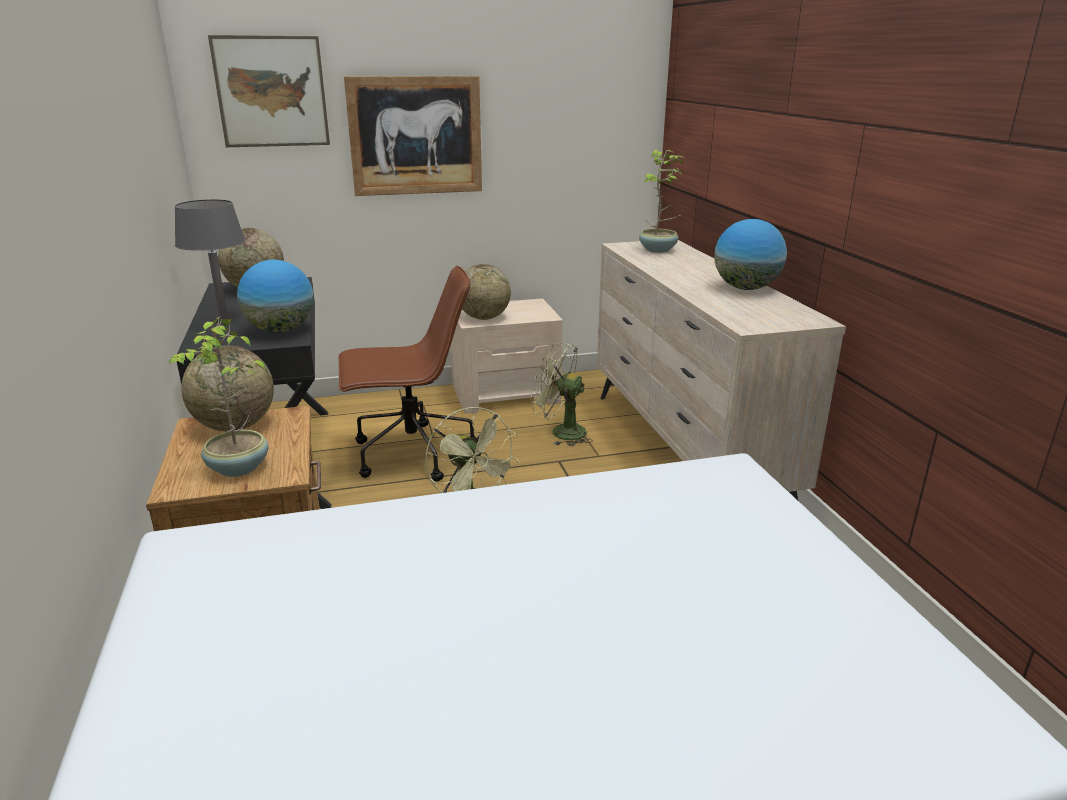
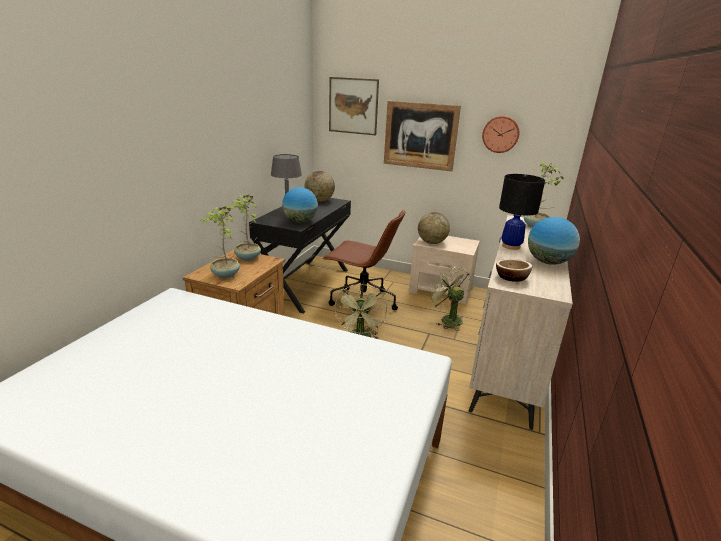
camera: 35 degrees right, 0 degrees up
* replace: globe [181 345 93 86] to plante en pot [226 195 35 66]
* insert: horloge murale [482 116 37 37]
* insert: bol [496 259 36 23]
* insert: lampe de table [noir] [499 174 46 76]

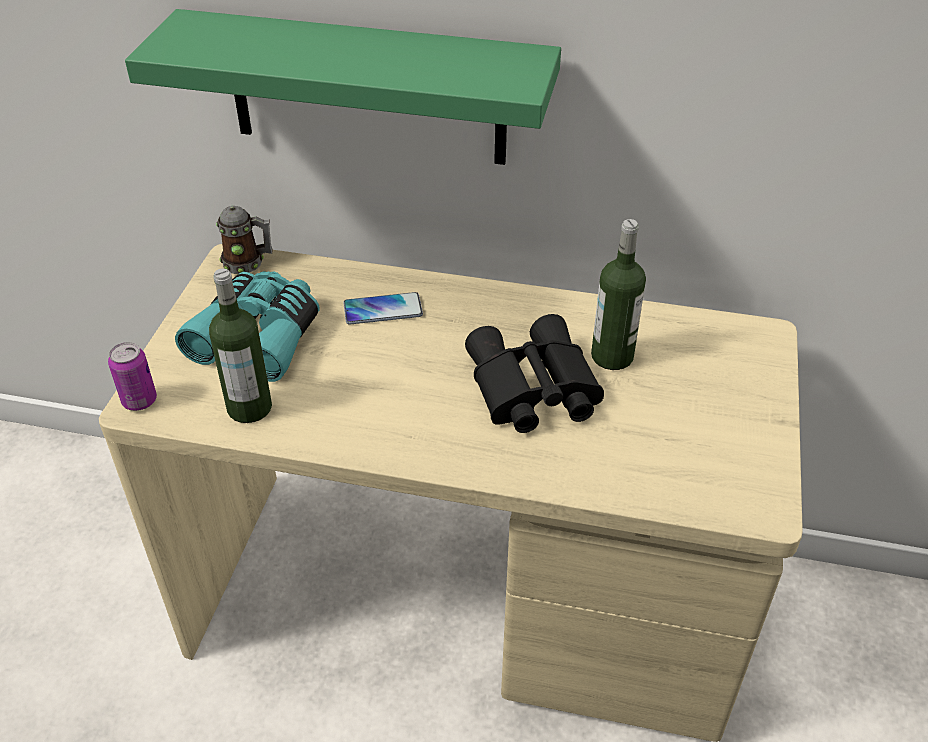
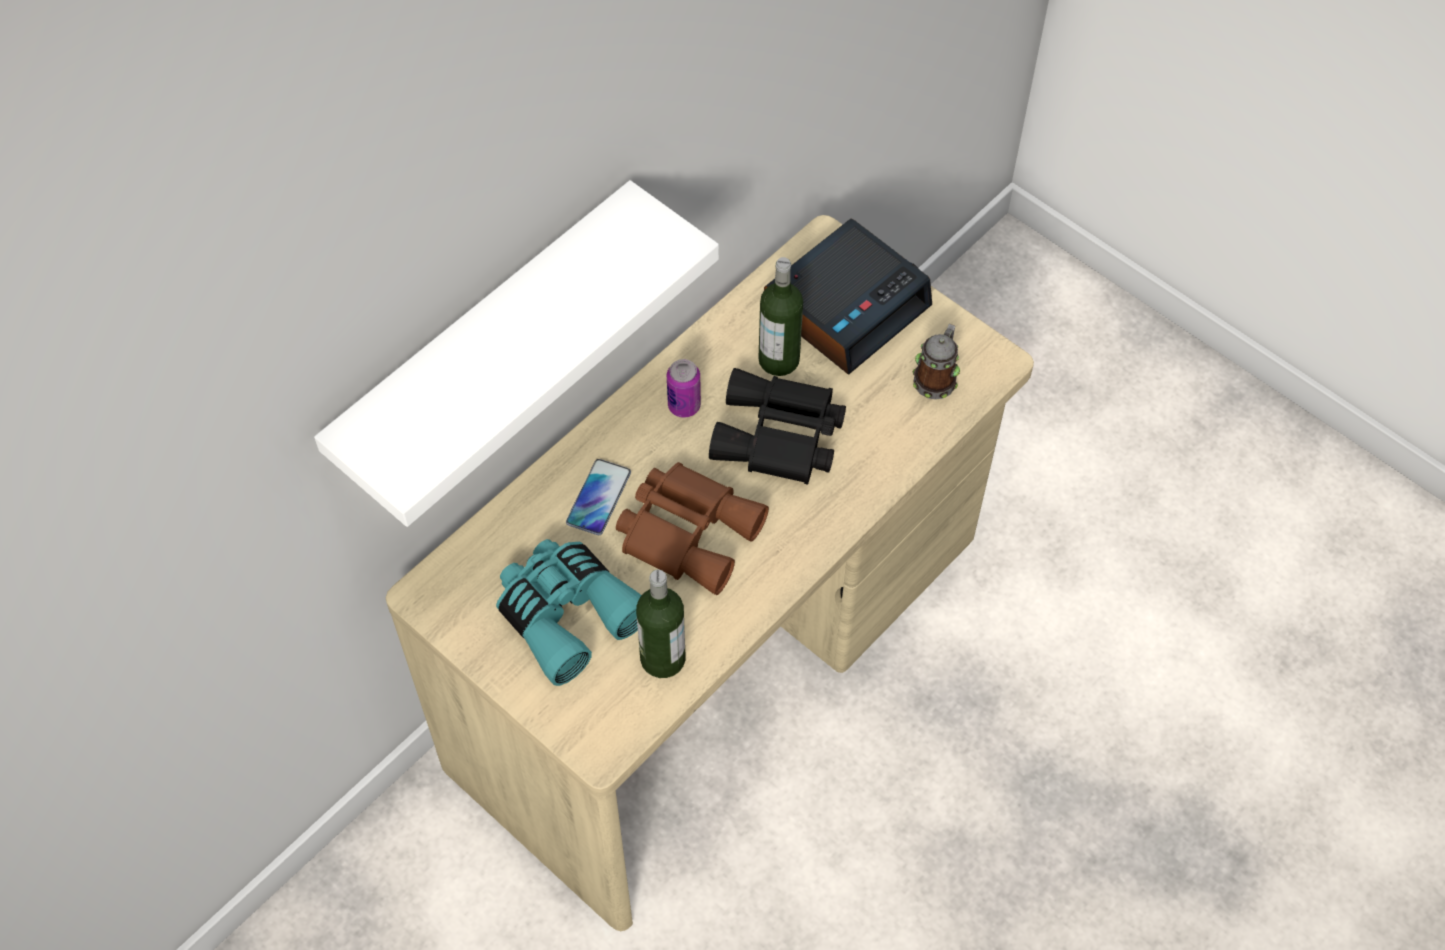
camera: 60 degrees left, 15 degrees up
* recolor: étagère [vert] [125 9 436 156] to étagère [blanc] [314 180 405 347]
* insert: jumelles [marron] [616 462 153 133]
* move: boîte métallique [108 342 49 69] to [667 359 34 59]
* insert: réveil [764 219 168 156]
* move: mug [216 206 56 68] to [913 324 47 76]

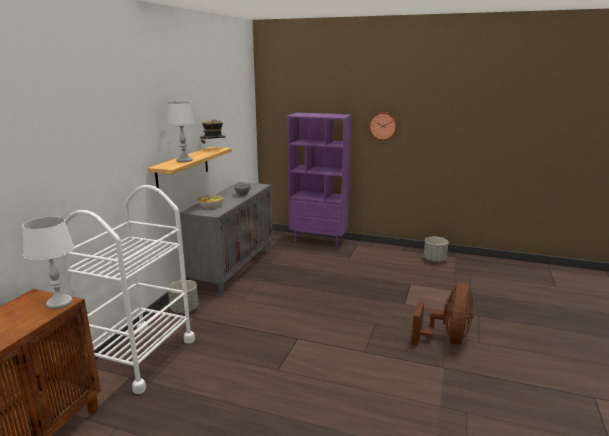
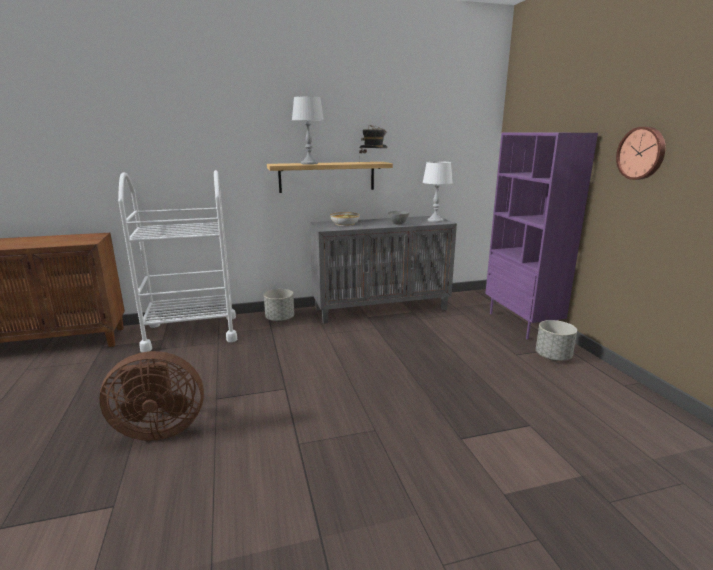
camera: 55 degrees right, 0 degrees up
* move: ventilateur [marron] [411 281 63 65] to [99 351 105 90]
* move: lampe de table [blanc] [22 217 53 92] to [423 161 30 62]
* move: cache-pot [gris] [424 237 24 25] to [536 320 41 41]

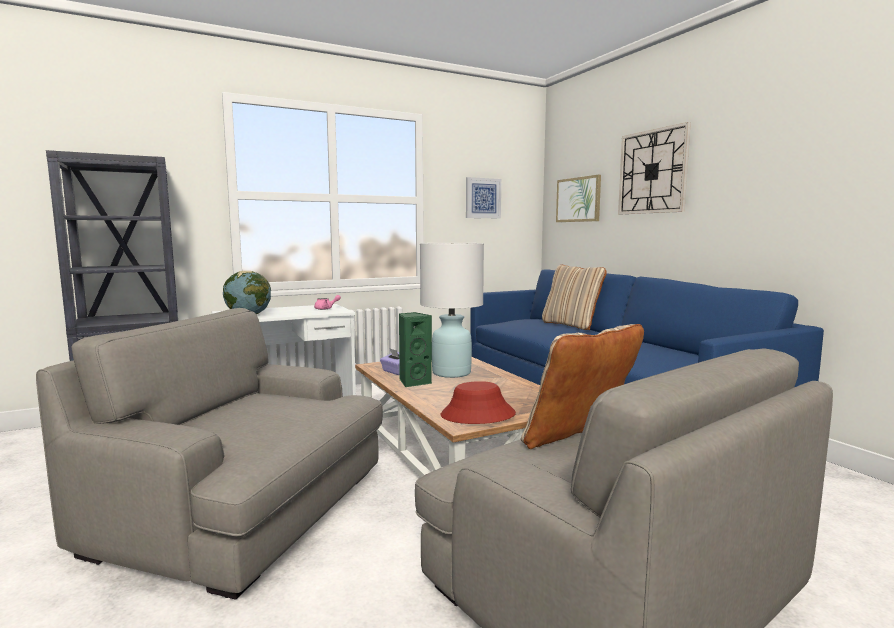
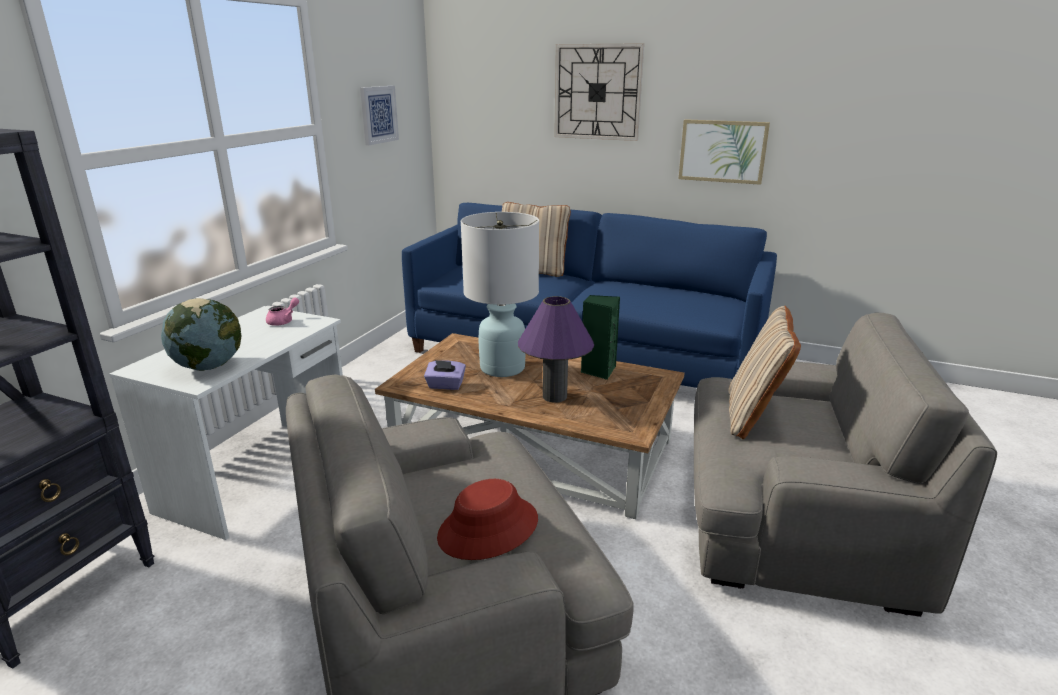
camera: 40 degrees left, 15 degrees up
* move: chapeau [rouge] [441 381 75 43] to [437 479 101 81]
* insert: lampe de table [violet] [518 296 76 107]
* move: enceinte [vert] [399 312 33 75] to [581 295 39 85]
* move: tableau [556 175 45 47] to [678 119 92 66]

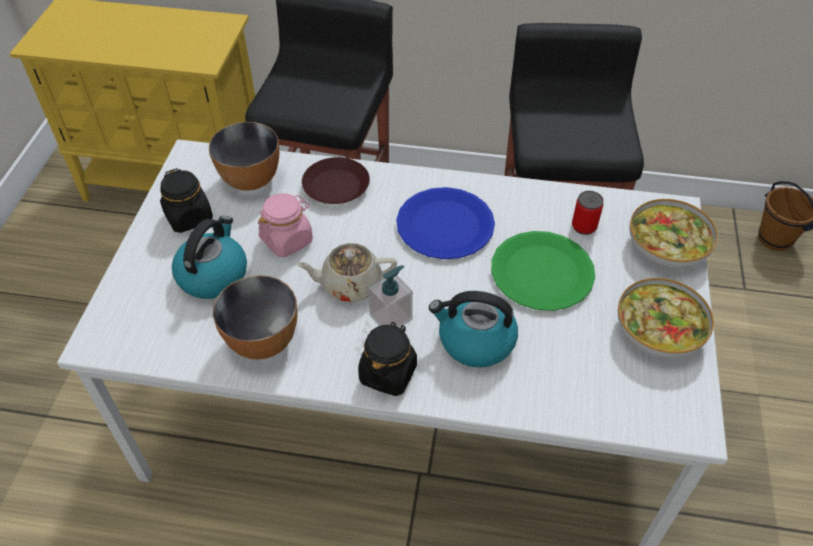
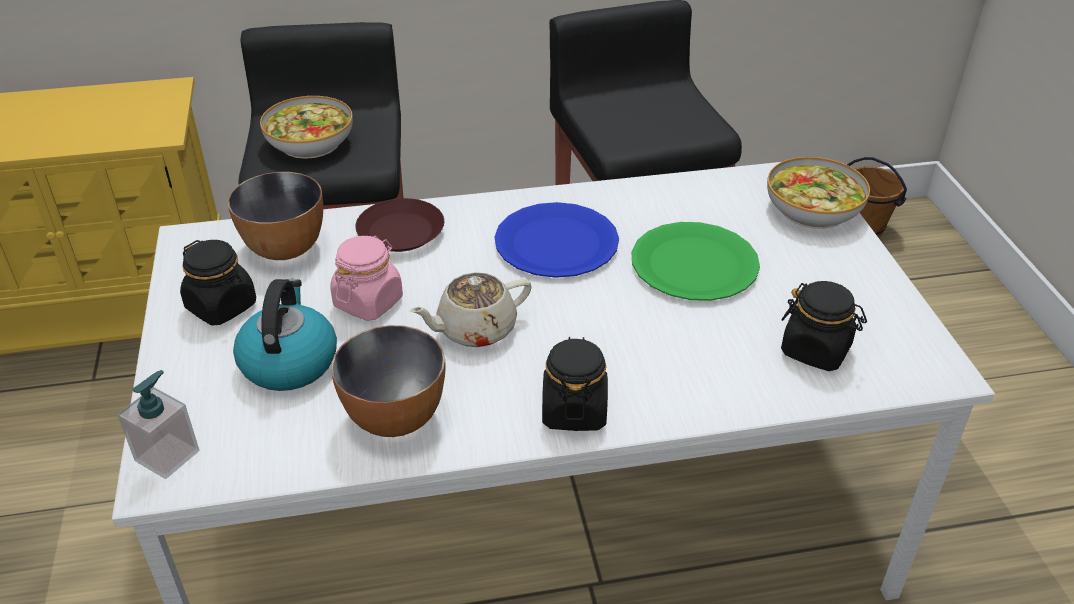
camera: 20 degrees left, 10 degrees down
* move: distributeur de savon [368 265 45 63] to [117 370 82 109]
* move: bol [618 278 96 80] to [260 96 93 63]
* insert: bocal [noir] [781 281 86 90]
* delete: bouilloire [429 291 89 77]
* delete: boîte métallique [572 191 32 44]

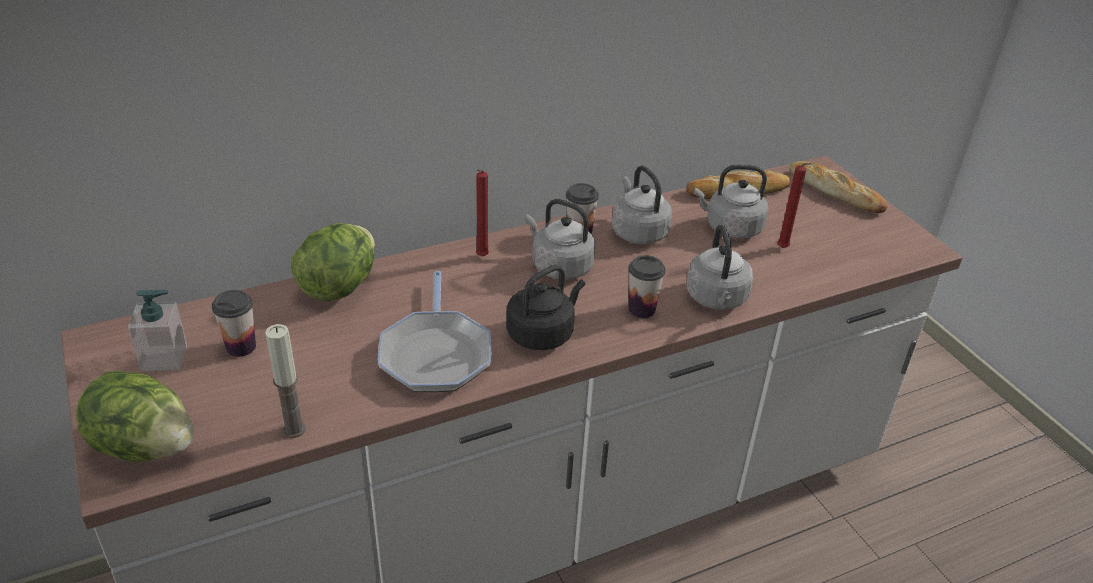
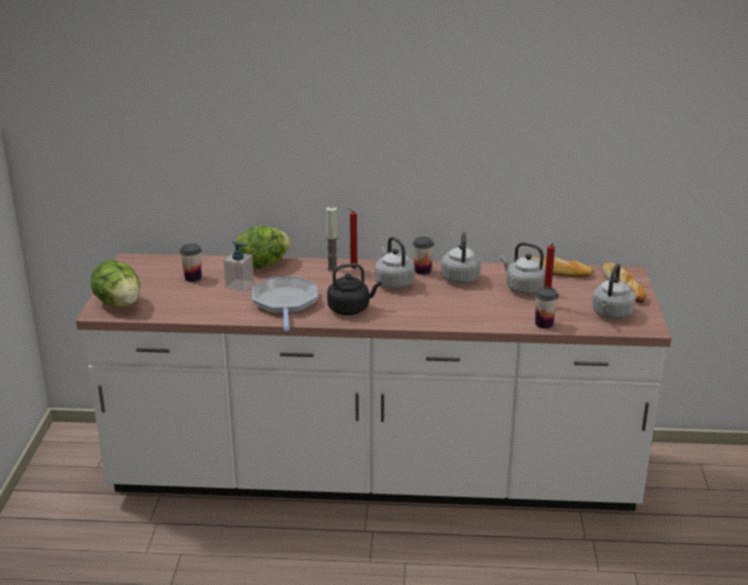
camera: 30 degrees right, 10 degrees down
* move: distributeur de savon [128 290 59 81] to [223 241 31 51]
* rotate: poêle [378 271 113 121] = [252 277 66 55] 150 degrees clockwise
* move: bougie [265 324 41 114] to [326 207 12 64]
* move: tasse [629 255 36 63] to [535 287 24 42]
* move: bouilloire [gris] [686 225 67 85] to [592 264 44 55]

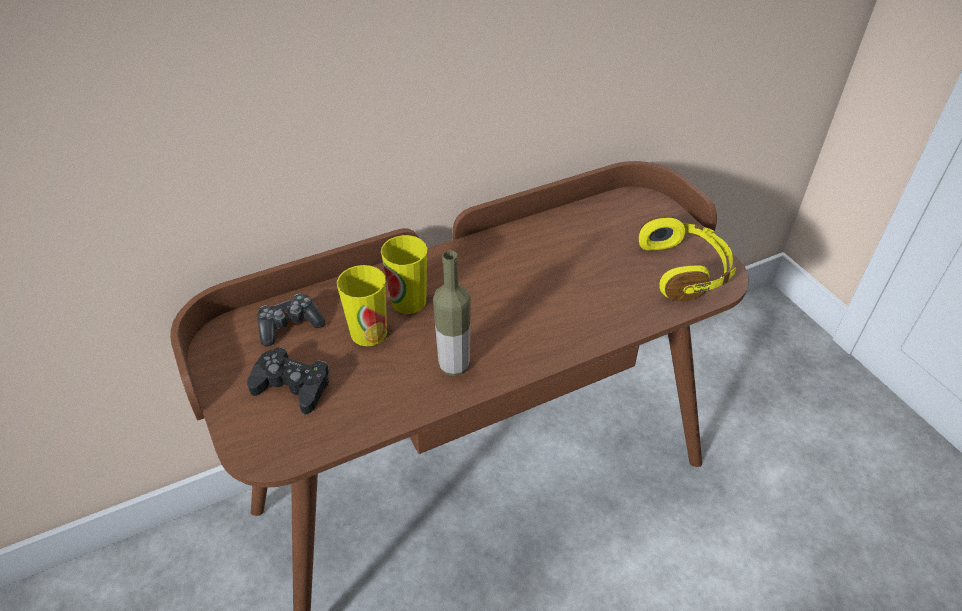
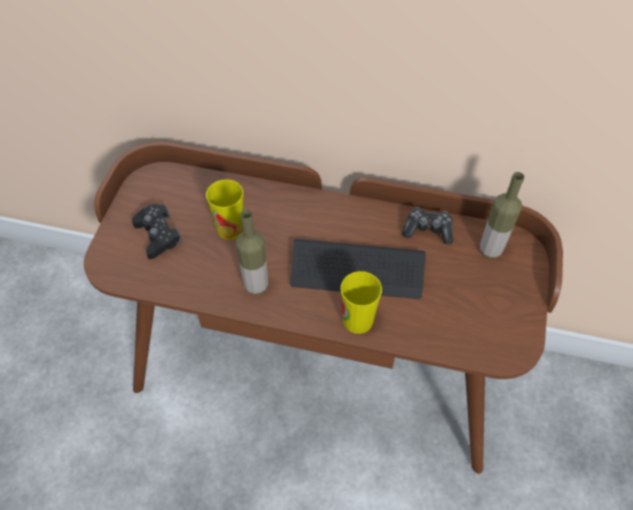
camera: 40 degrees right, 10 degrees up
* insert: clavier [290 239 136 60]
* move: tasse [381 235 46 79] to [341 271 41 63]
* move: manette [257 293 68 54] to [402 207 51 37]
* insert: bouteille [480 172 44 87]
* delete: casque audio [jaune] [639 216 97 85]

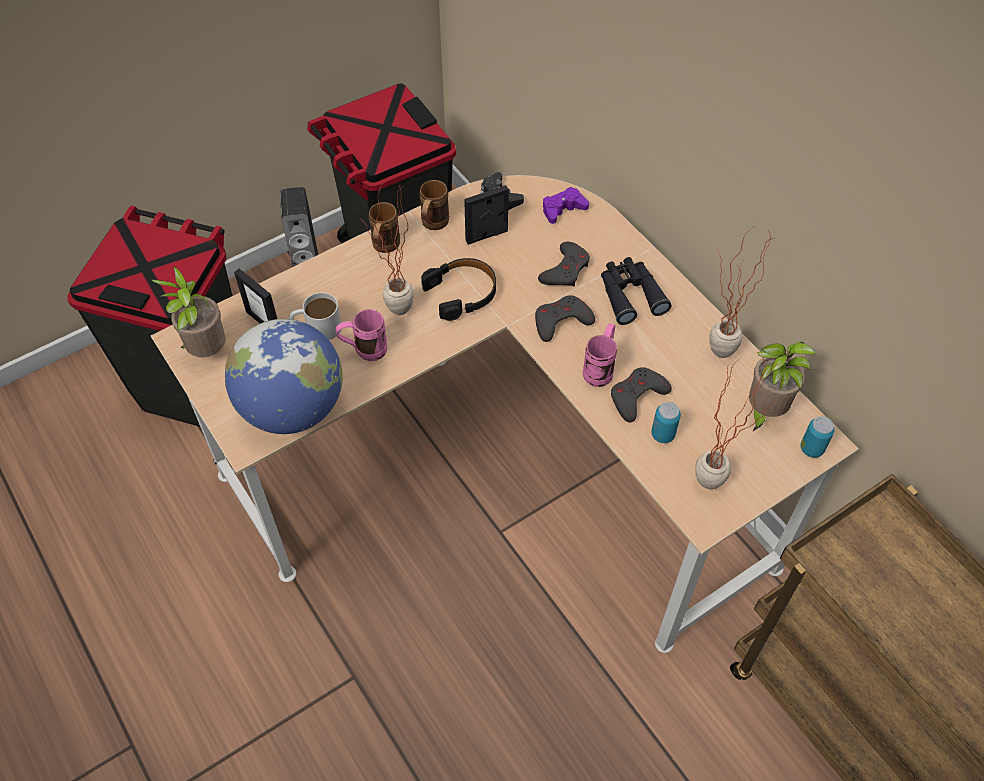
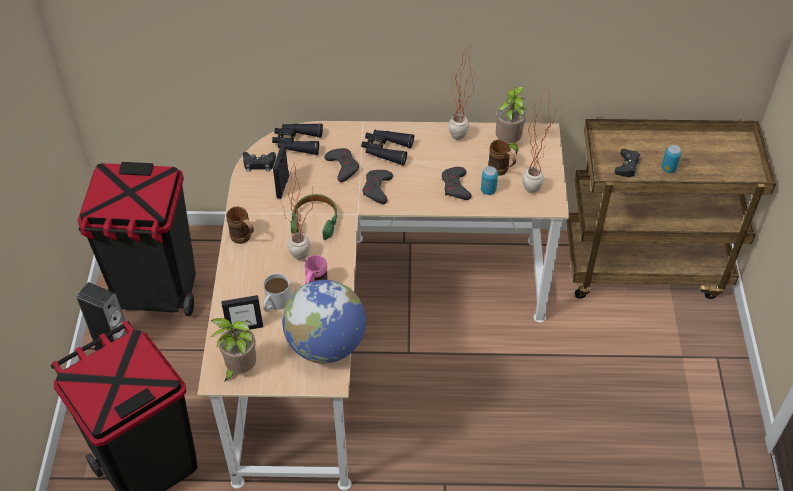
camera: 55 degrees left, 5 degrees down
* replace: manette [violet] [543 187 46 37] to jumelles [noir] [272 123 51 32]
* recolor: casque audio [noir] [421 258 75 63] to casque audio [vert] [291 194 47 46]
* move: mug [marron] [420 180 29 50] to [488 139 28 37]
* insert: manette [noir] [614 149 27 28]
* move: boîte métallique [801 416 33 42] to [662 145 19 28]
* delete: mug [rose] [583 323 34 64]

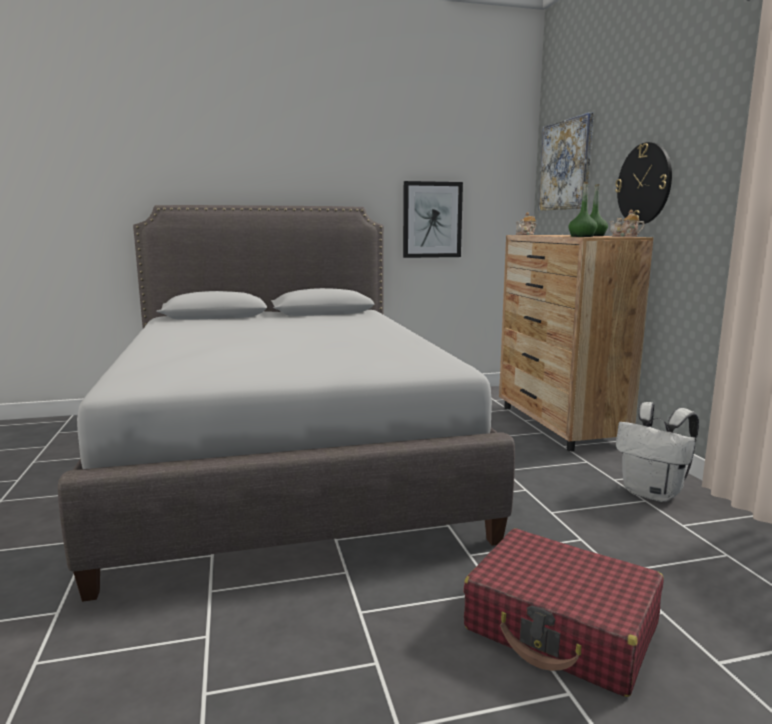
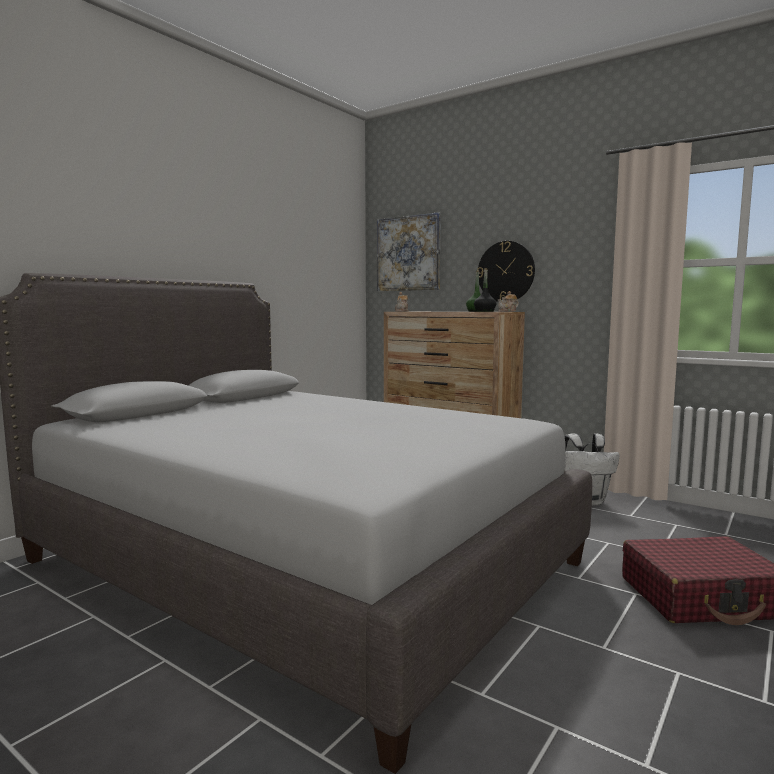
camera: 40 degrees left, 5 degrees down
* recolor: bouteille [vert] [568 182 30 55] to bouteille [noir] [474 268 22 44]
* delete: tableau [403 181 60 77]

